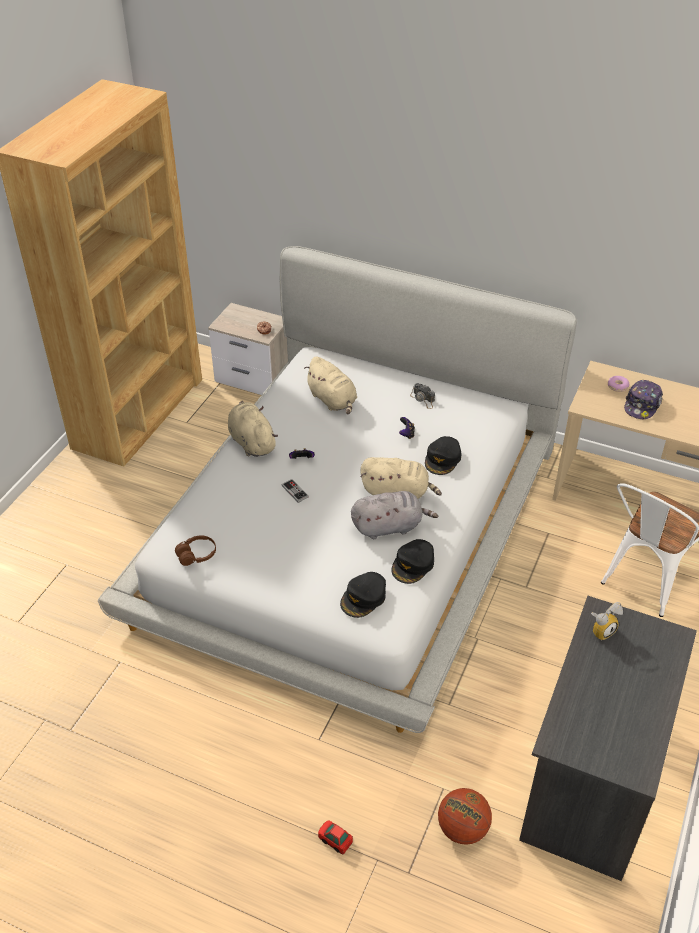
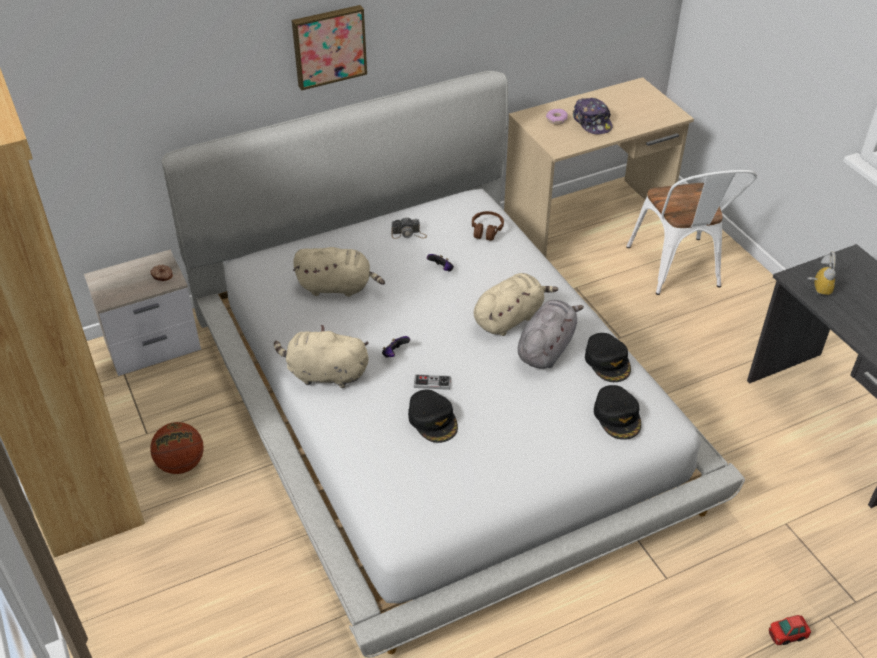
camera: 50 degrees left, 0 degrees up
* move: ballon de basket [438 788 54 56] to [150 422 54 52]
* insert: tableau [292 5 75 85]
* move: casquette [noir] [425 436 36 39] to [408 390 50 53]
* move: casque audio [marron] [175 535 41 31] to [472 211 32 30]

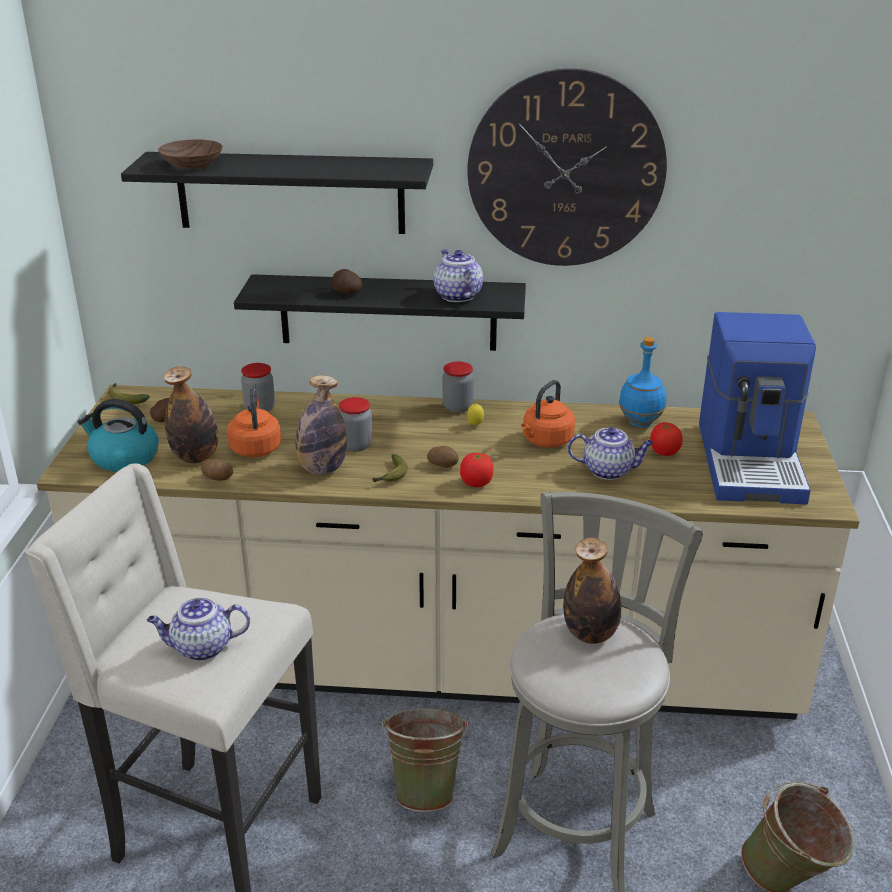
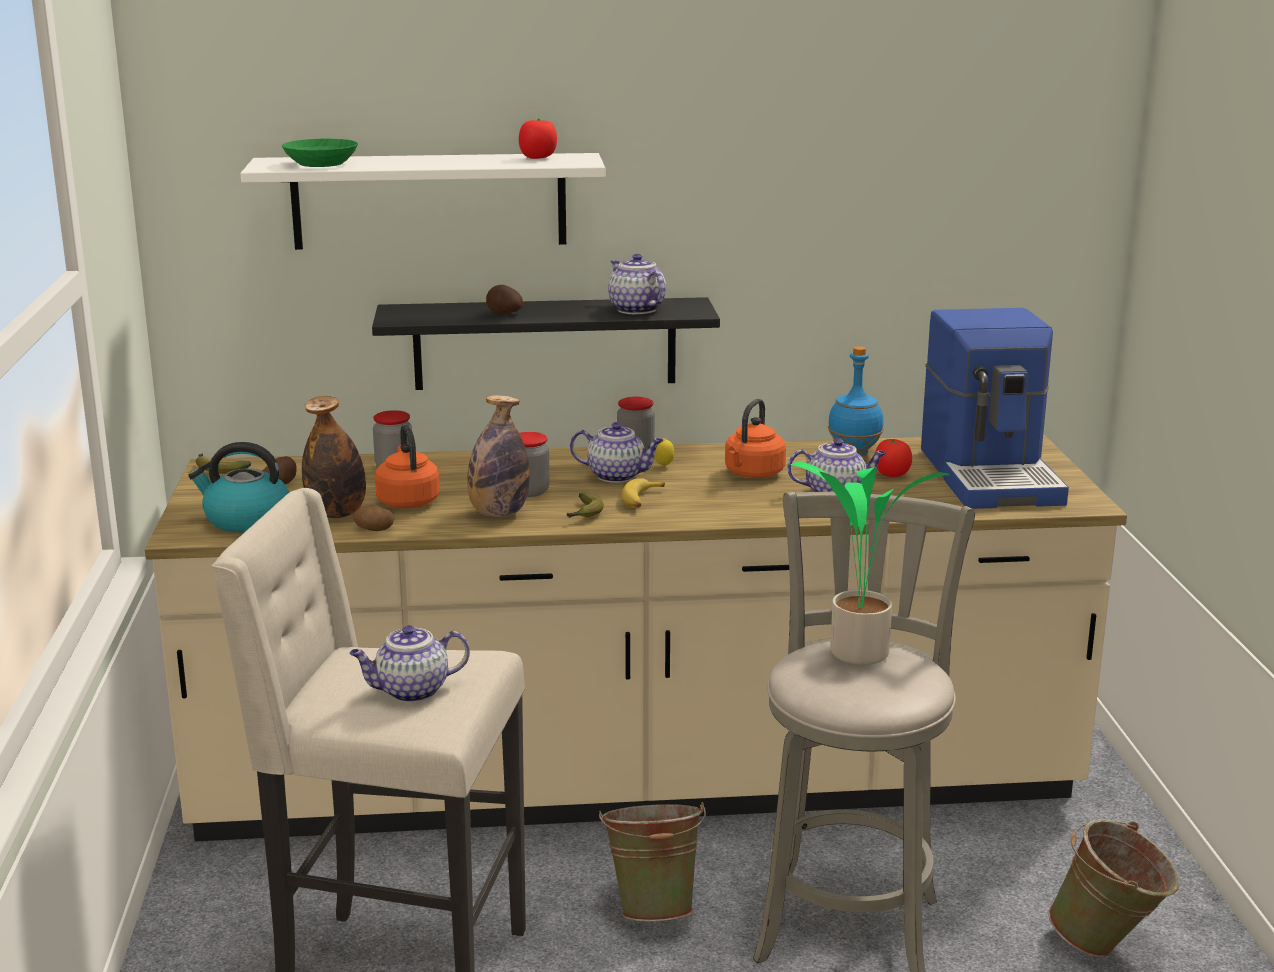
camera: 10 degrees left, 10 degrees down
* recolor: étagère [noir] [121 152 312 82] to étagère [blanc] [240 153 365 97]
* recolor: bol [marron] [158 139 65 30] to bol [vert] [282 139 76 28]
* move: tomate [460 453 33 34] to [519 119 38 40]
* insert: théière [570 422 93 61]
* replace: pomme de terre [427 446 32 22] to banane [621 478 44 30]
* replace: bouteille [563 538 58 106] to plante en pot [791 462 159 203]
* delete: horloge murale [468 68 199 198]

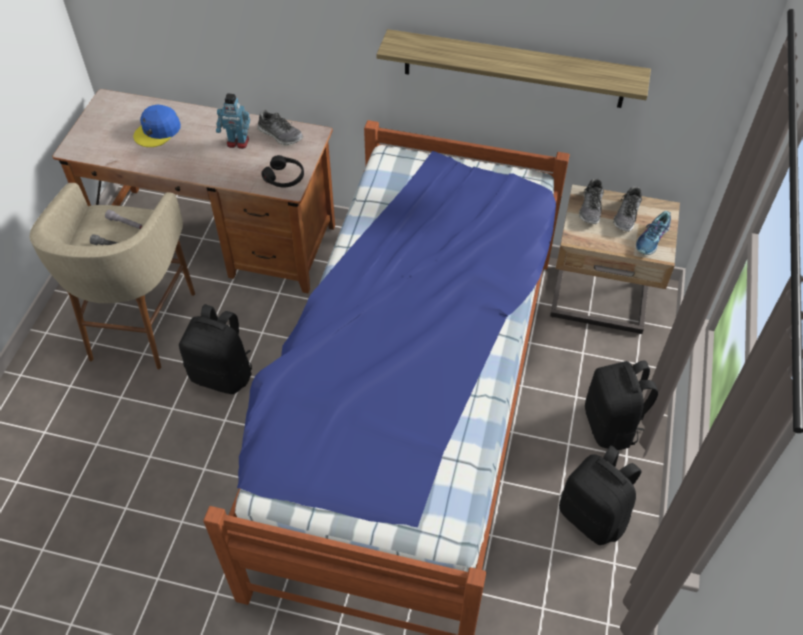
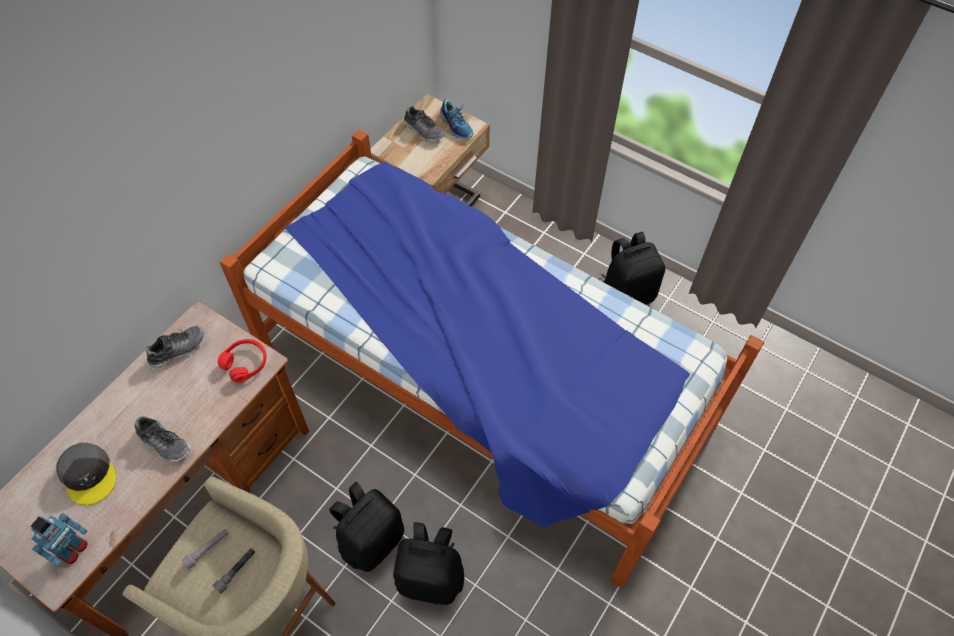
camera: 70 degrees left, 5 degrees up
* move: robot jouet [216 93 34 56] to [31 513 57 54]
* recolor: casquette [bleu] [133 105 48 42] to casquette [gris] [56 443 61 62]
* move: chaussure [579 179 25 45] to [134 416 57 46]
* recolor: casque audio [noir] [261 155 43 33] to casque audio [rouge] [218 339 48 44]
* move: sac à dos [noir] [585 360 73 90] to [393 522 71 83]
* delete: étagère [377 29 274 79]

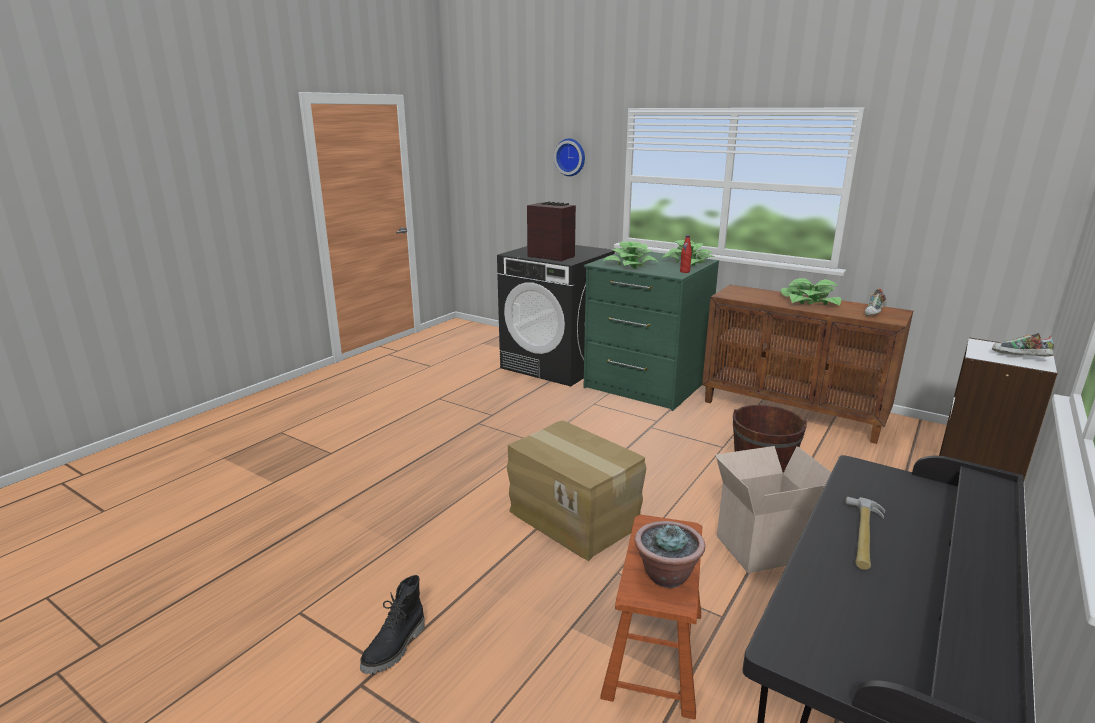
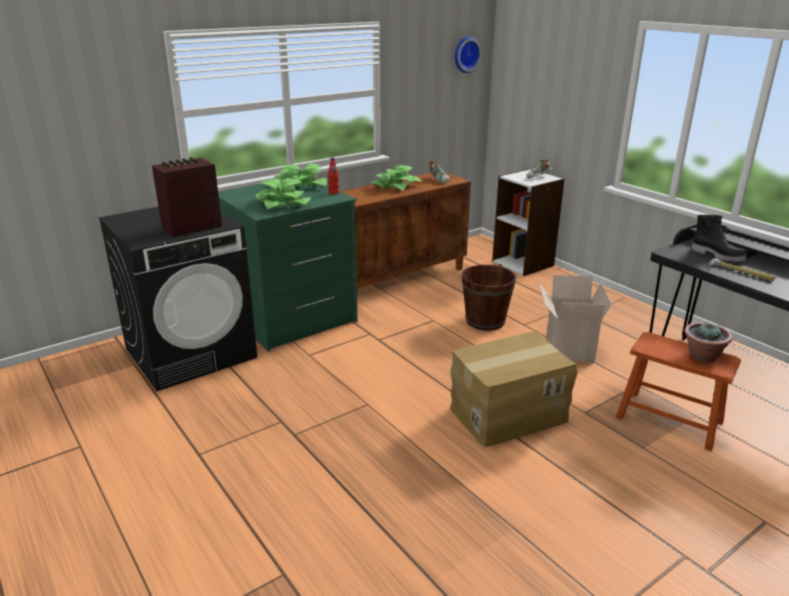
camera: 70 degrees left, 5 degrees up
* move: horloge murale [554 139 31 37] to [455 36 27 37]
* move: botte [noir] [360 575 65 99] to [691 214 55 48]

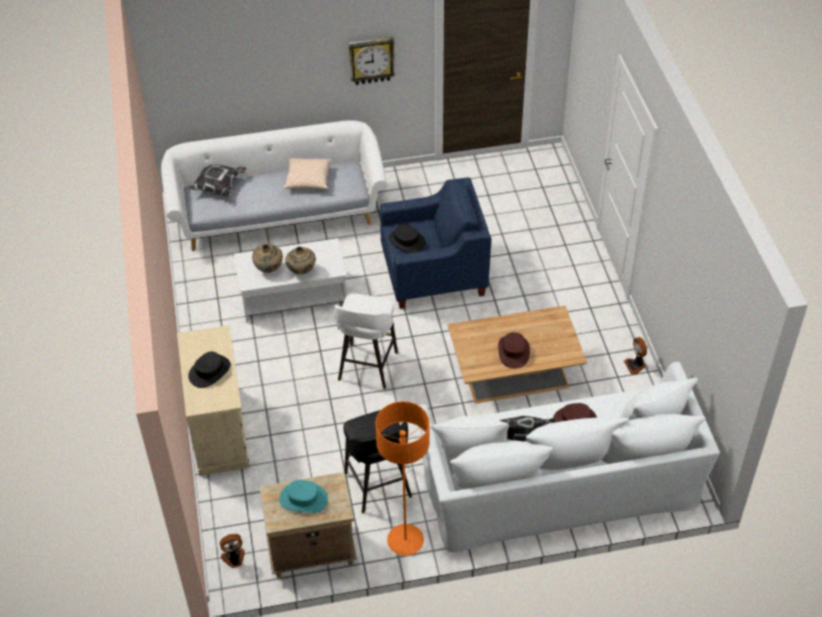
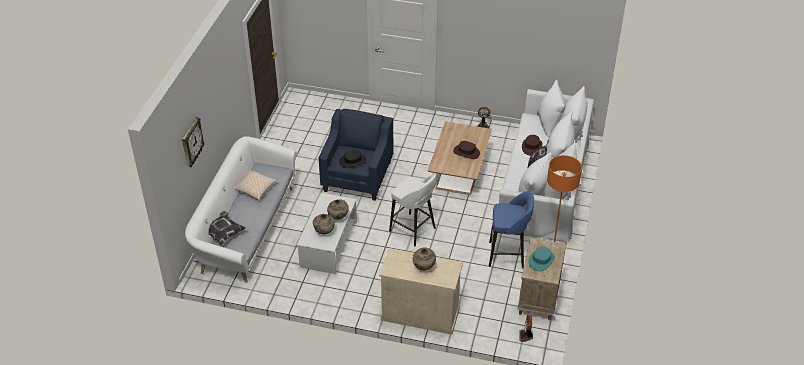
camera: 65 degrees left, 5 degrees down
* move: horloge murale [349 37 46 48] to [182 117 23 50]
* replace: chapeau [noir] [188 351 43 37] to vase [beige] [413 247 23 24]
* recolor: tabouret [noir] [343 410 69 103] to tabouret [bleu] [489 191 45 77]

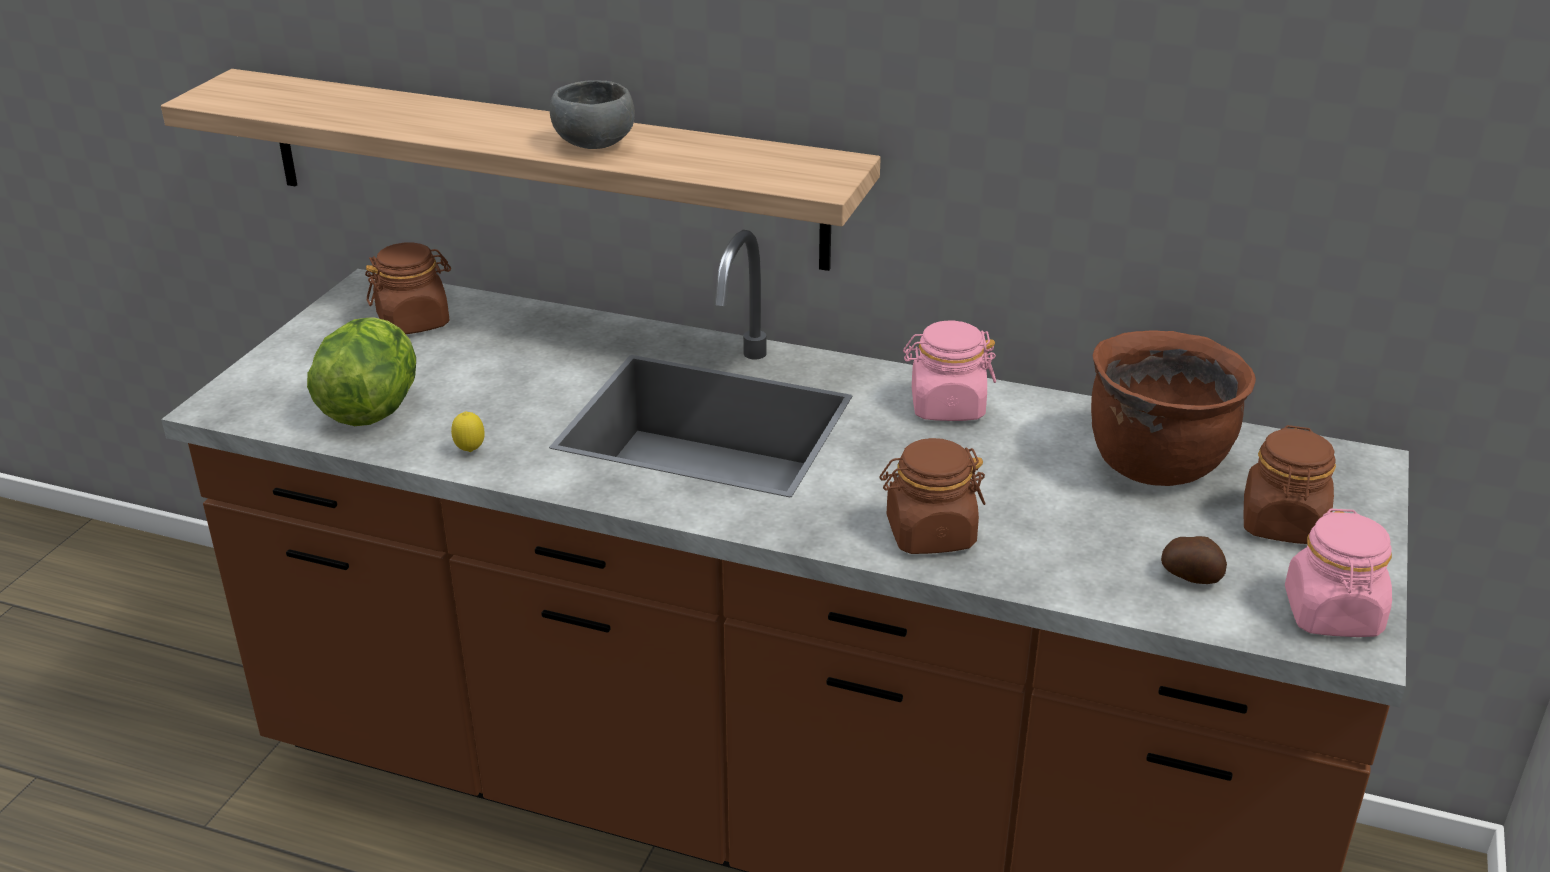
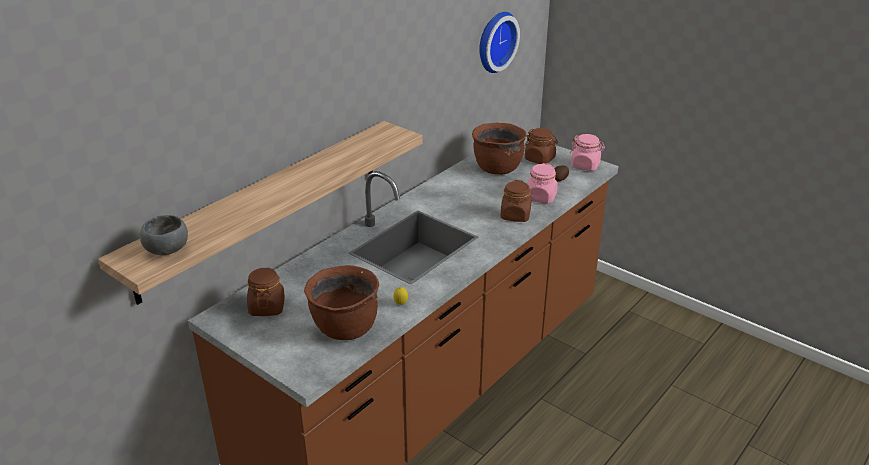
camera: 70 degrees left, 0 degrees up
* move: bol [gris] [550 80 85 69] to [140 215 48 40]
* replace: laitue [307 317 109 109] to marmite [marron] [304 265 75 75]
* insert: horloge murale [479 12 41 61]
* move: bocal [rose] [903 321 93 100] to [527 163 31 41]

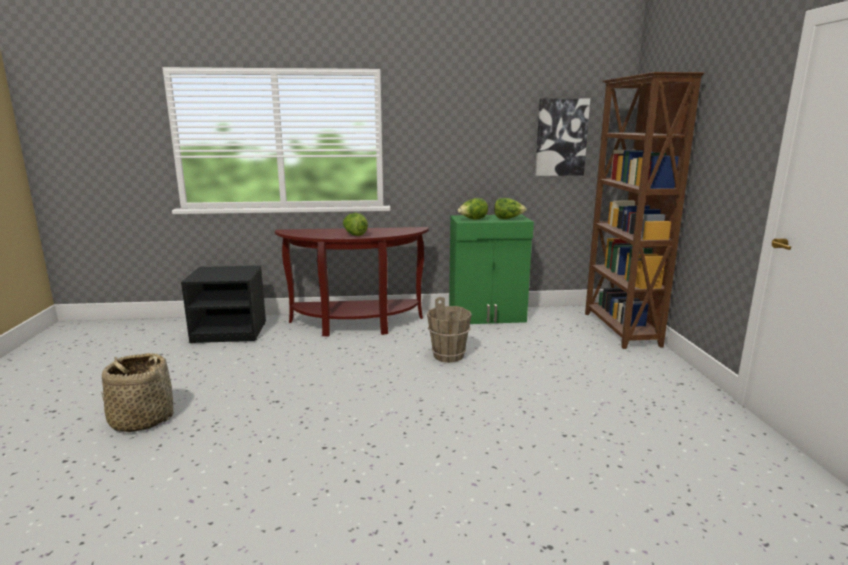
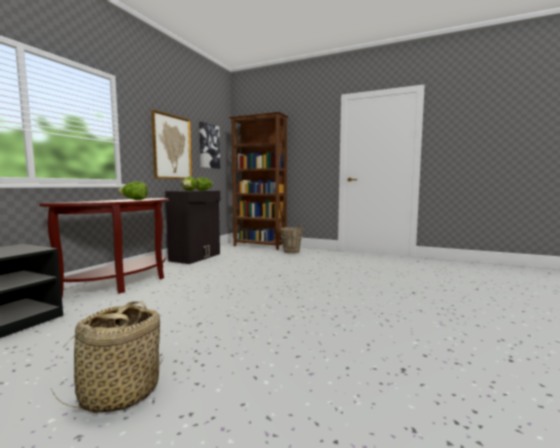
camera: 60 degrees left, 10 degrees down
* insert: tableau [151 110 41 69]
* recolor: meuble de rangement [vert] [449 214 85 110] to meuble de rangement [noir] [165 191 55 73]
* move: seau [marron] [427 297 45 66] to [280 224 23 30]

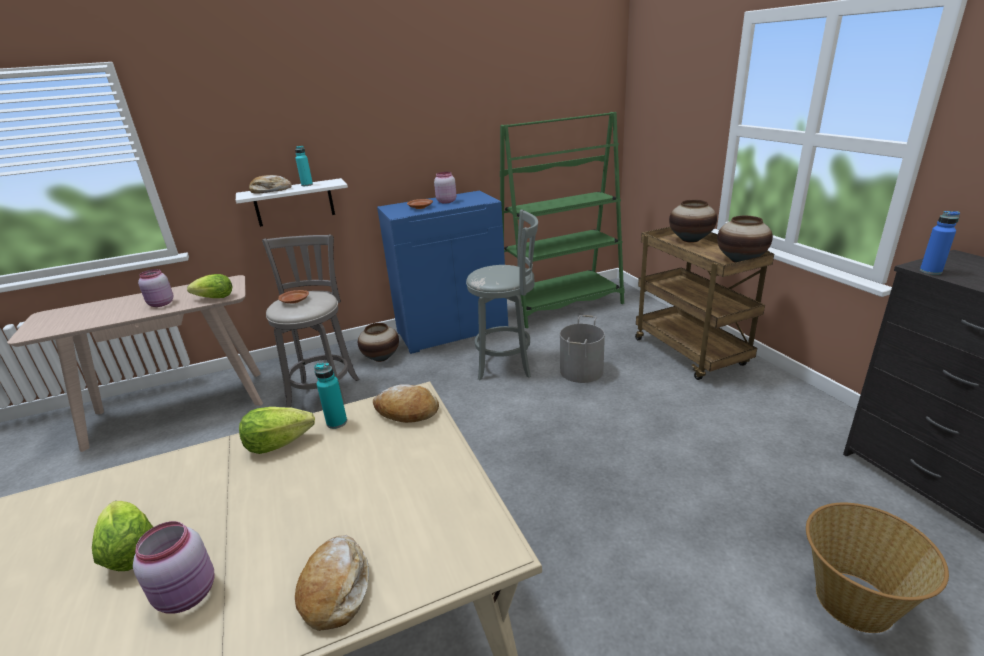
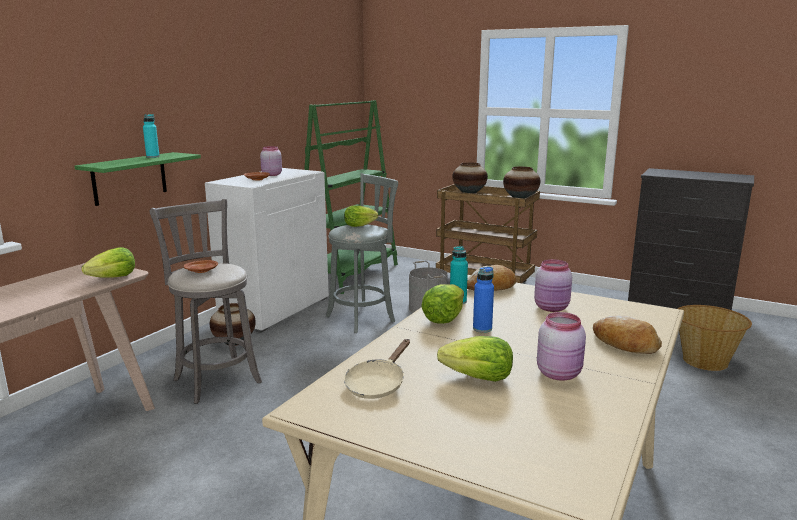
camera: 40 degrees left, 10 degrees down
* recolor: étagère [blanc] [236 178 112 49] to étagère [vert] [74 152 127 54]
* recolor: meuble de rangement [bleu] [377 190 131 164] to meuble de rangement [blanc] [205 168 124 165]
* insert: laitue [344 205 34 22]
* insert: poêle [beige] [344 339 66 60]
* move: bouteille [bleu] [920 211 40 64] to [473 267 21 66]
* move: bocal [rose] [138 269 35 38] to [534 259 38 53]
* delete: pain [249 175 43 19]

